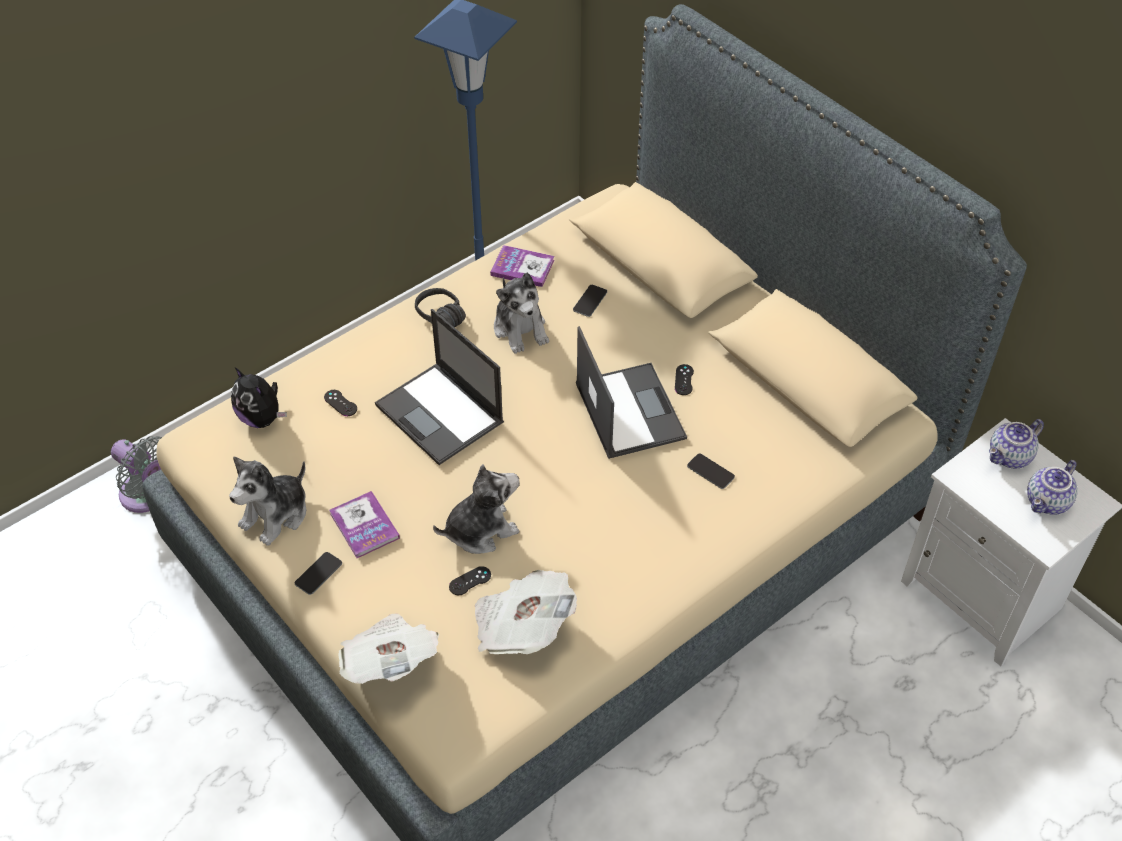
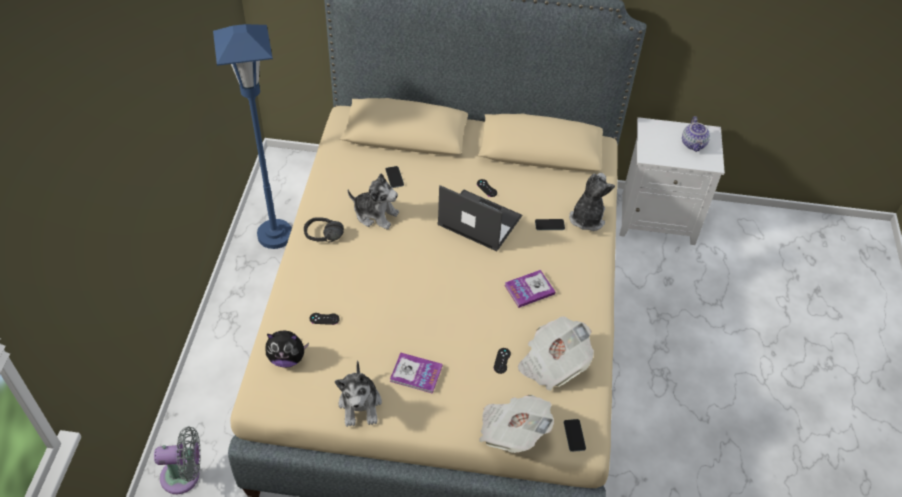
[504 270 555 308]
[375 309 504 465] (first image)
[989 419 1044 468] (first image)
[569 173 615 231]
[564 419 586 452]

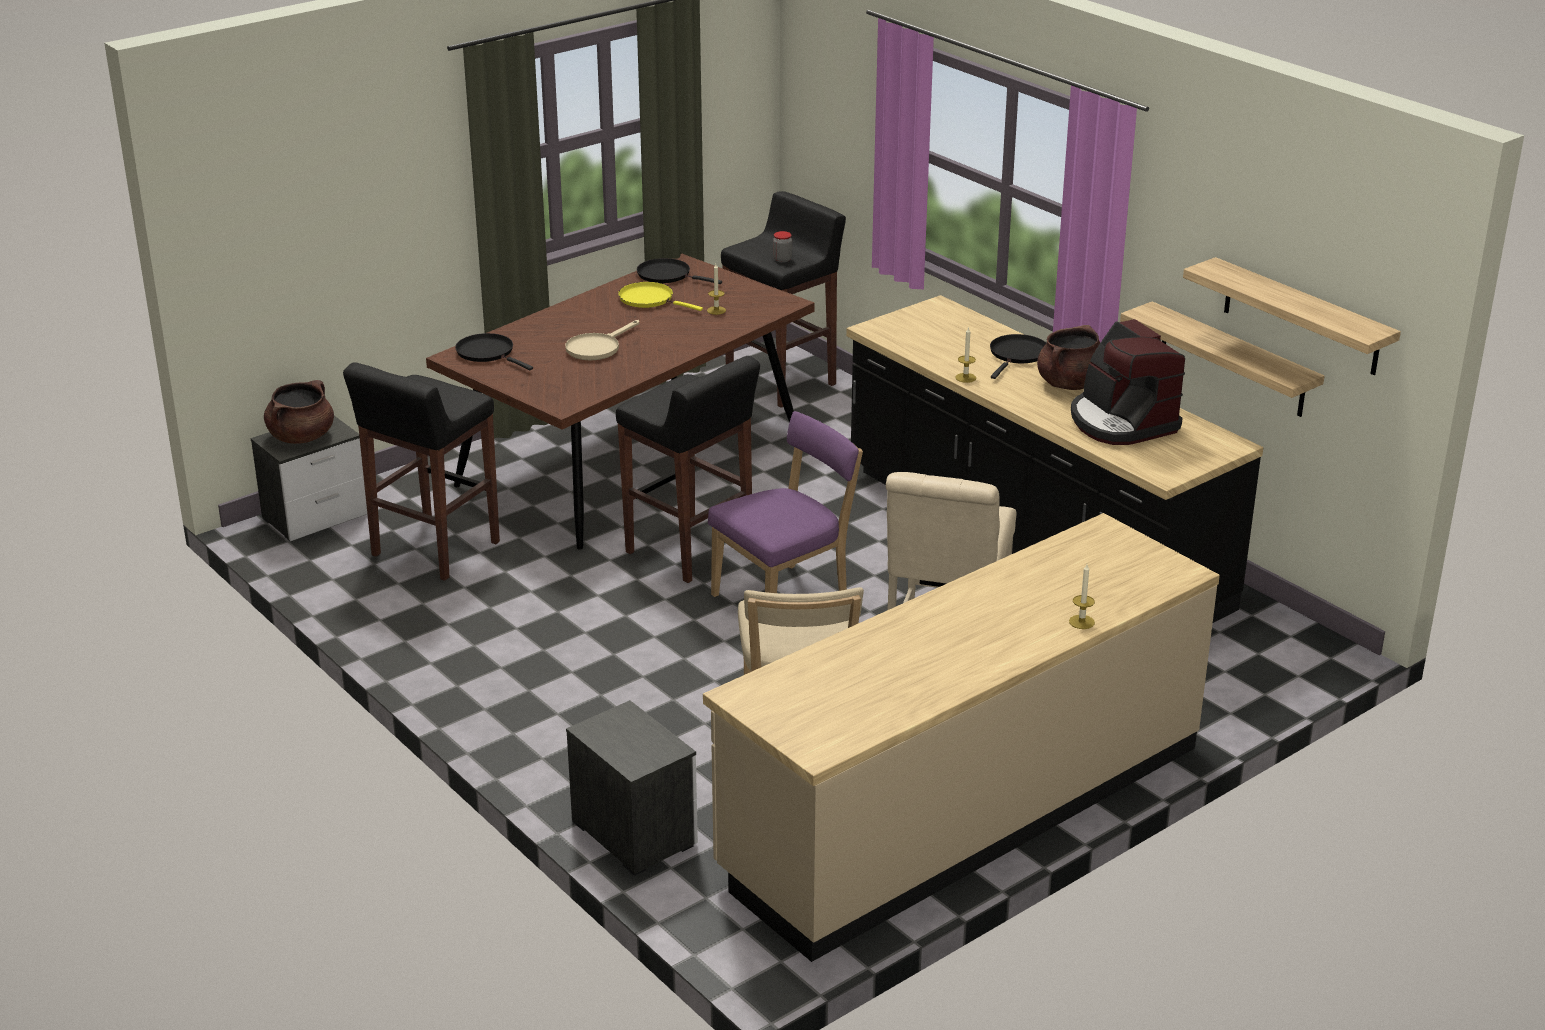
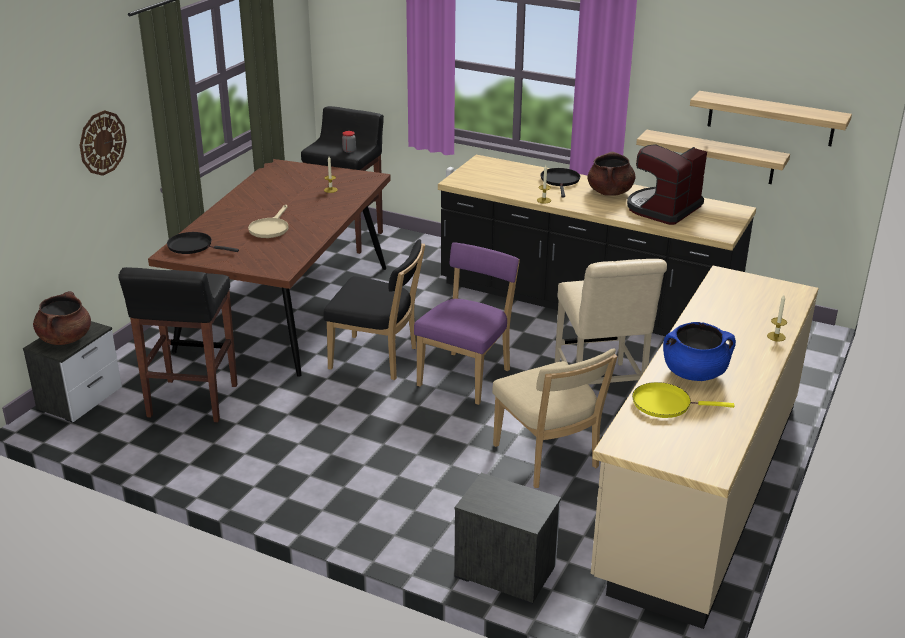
[637 258 722 284] (first image)
[632 382 734 418]
[627 145 707 225]
[323 239 425 380]
[79 110 127 176]
[663 322 736 381]

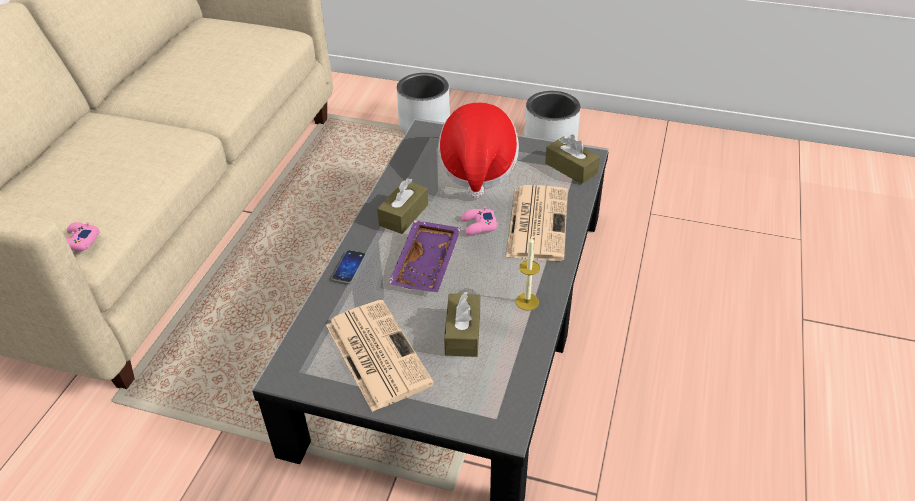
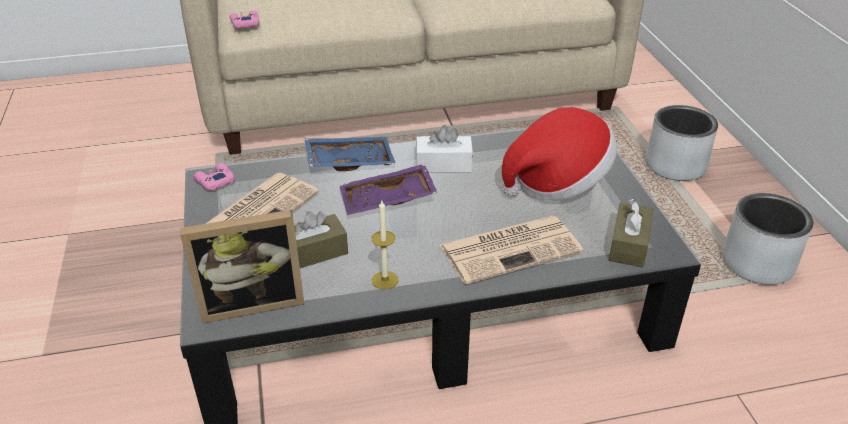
[416 125 473 172]
[193 163 235 191]
[304 137 396 171]
[180 210 304 324]

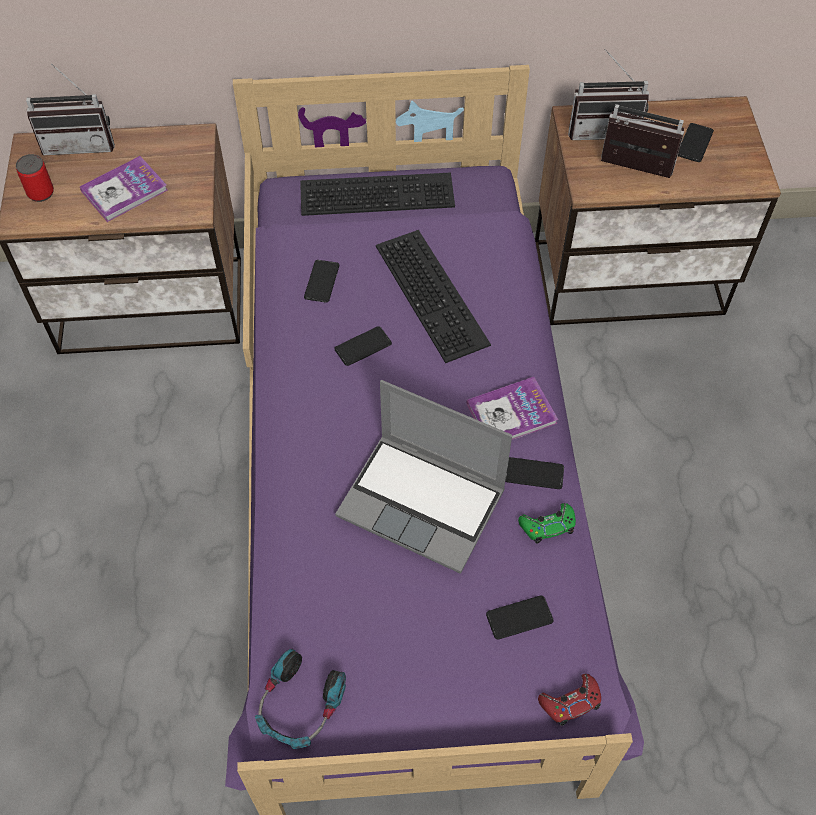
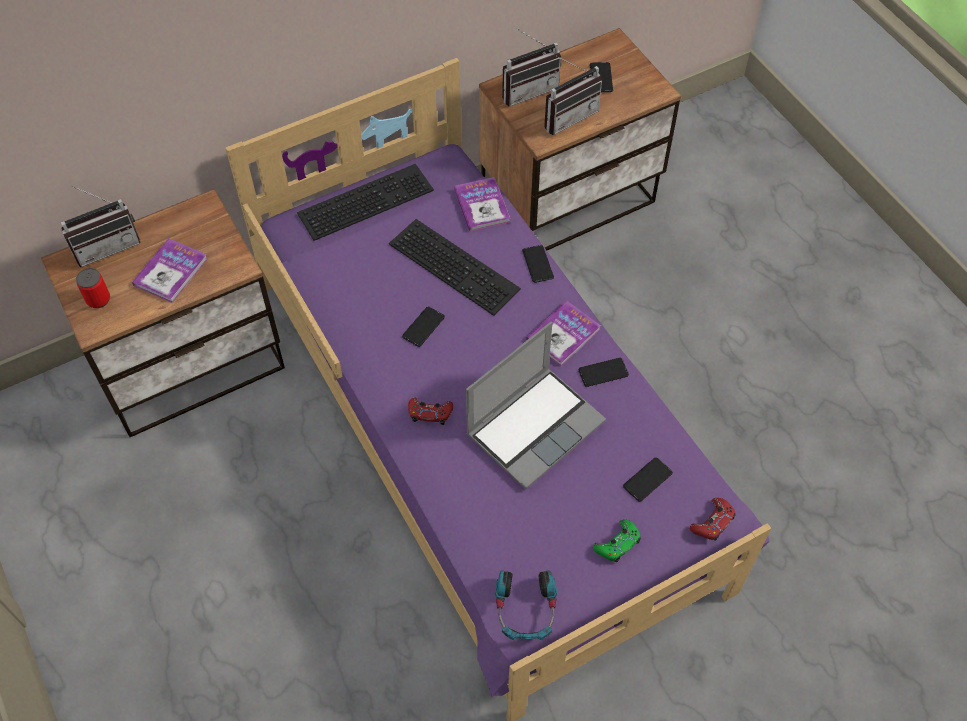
[544 56 602 135]
[522 245 554 283]
[466 322 606 490]
[593 519 641 562]
[454 177 510 232]
[408 398 453 425]

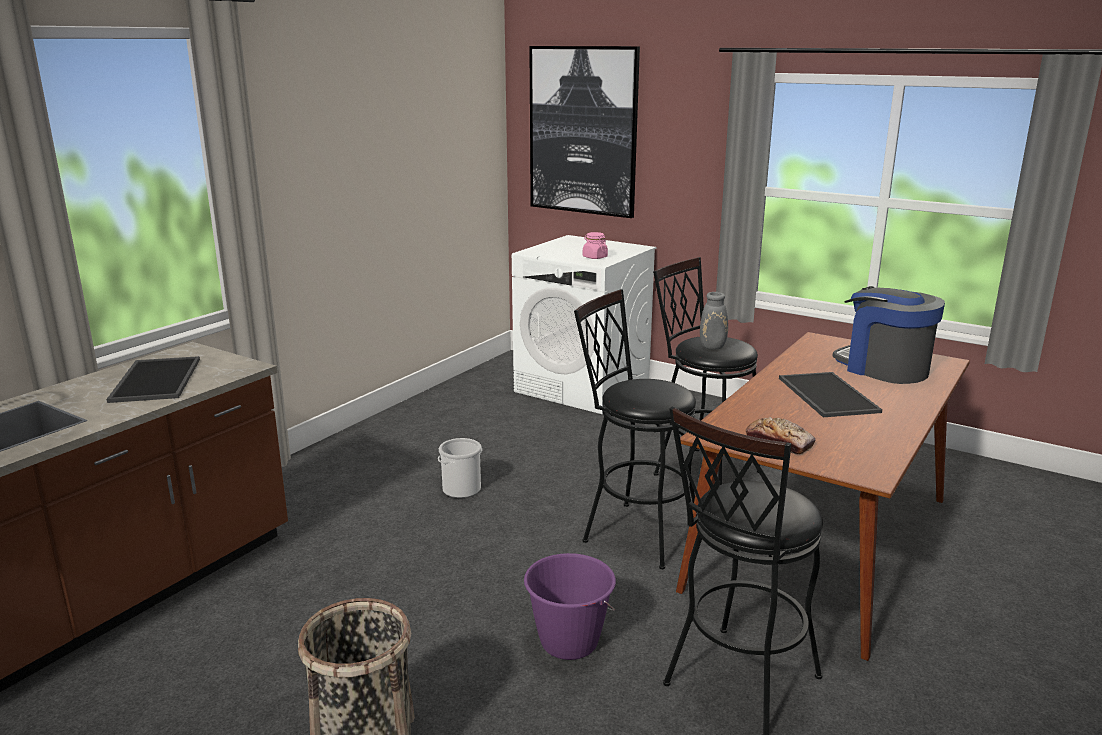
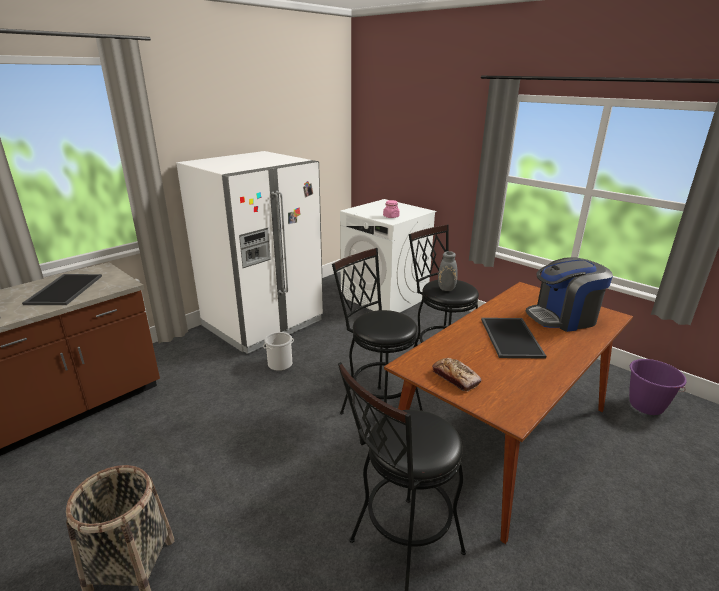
[529 46 640 218] (first image)
[526 257 613 332]
[629 359 687 415]
[176 151 323 354]

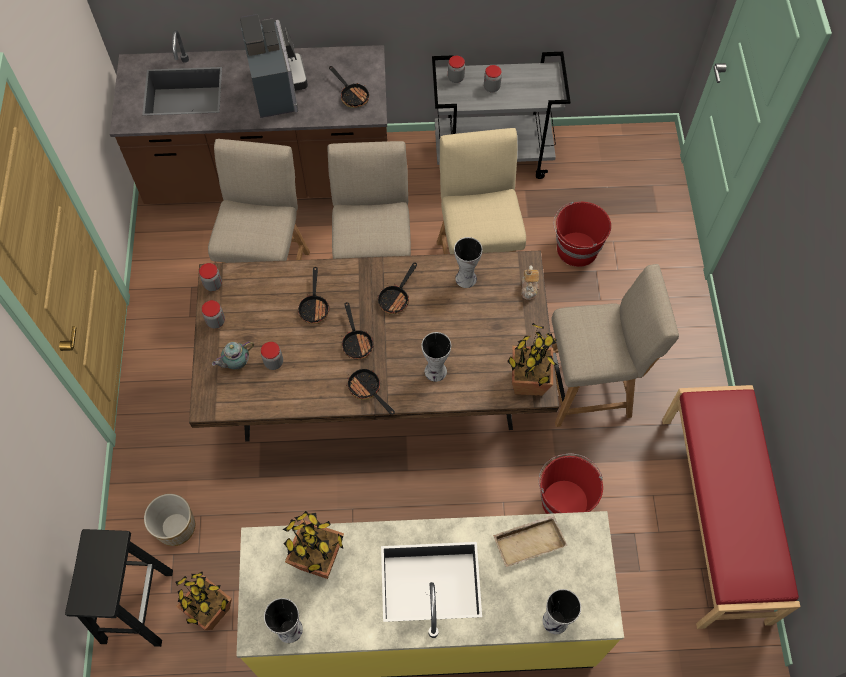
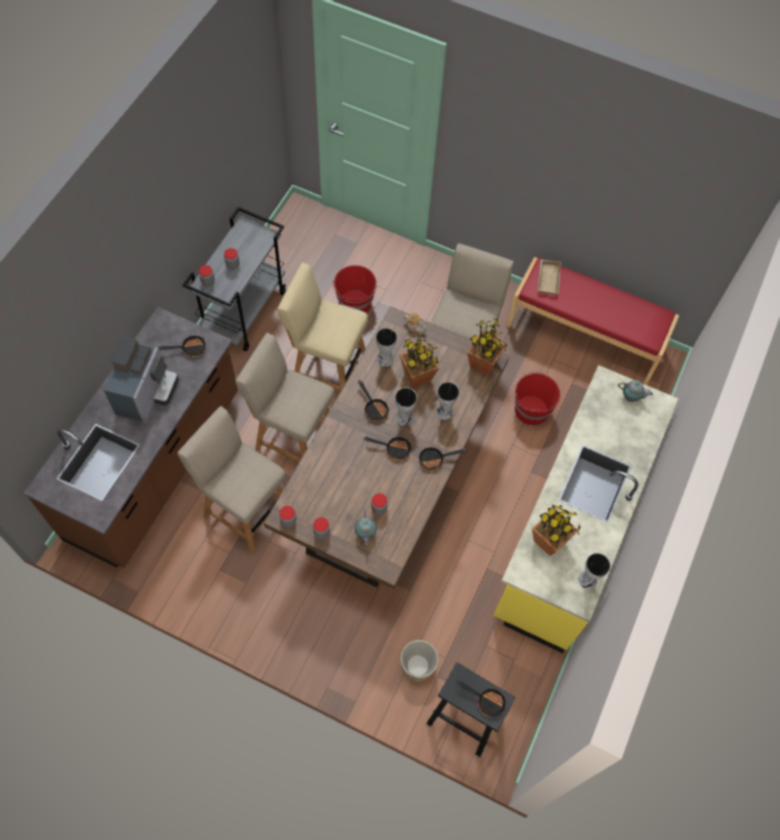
[104 336 179 423]
[456 680 507 717]
[538 260 561 295]
[400 332 439 388]
[395 387 417 426]
[618 380 653 402]

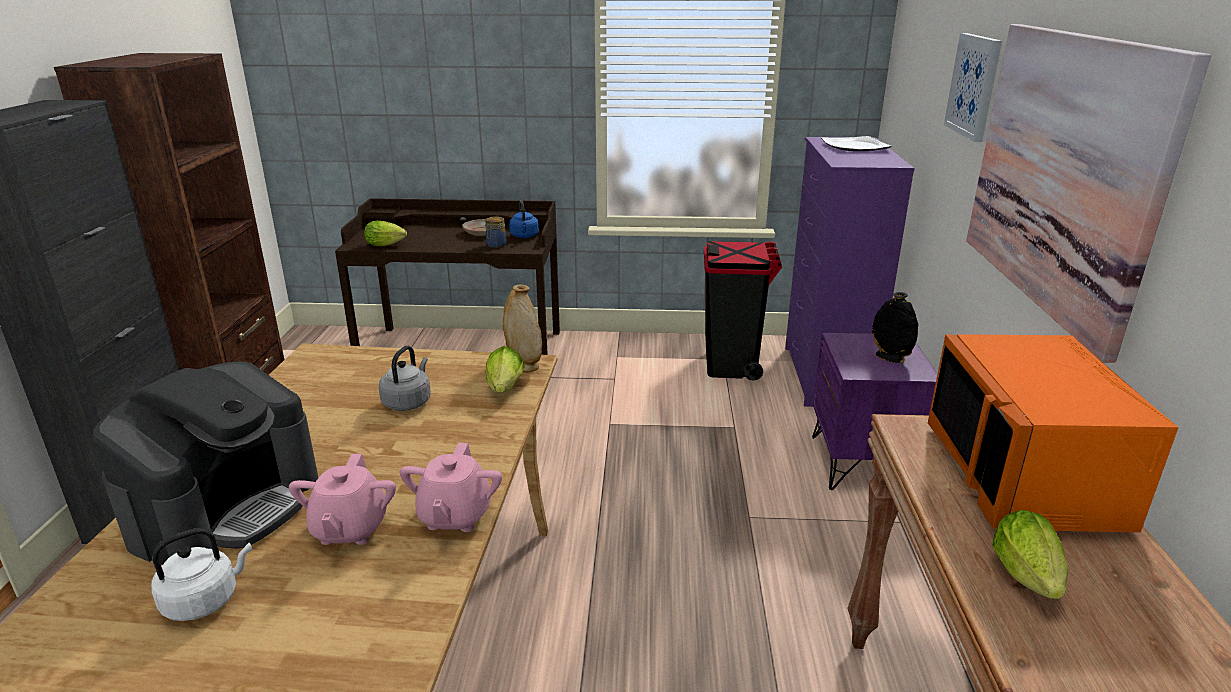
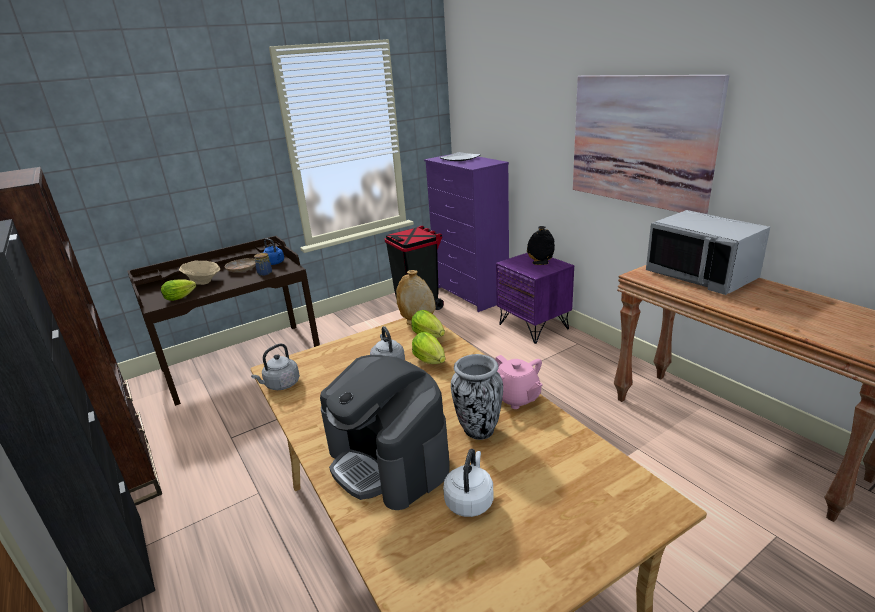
[944 33 1002 142] (first image)
[646 210 770 295]
[320 355 450 510]
[451 354 503 440]
[412 332 446 364]
[179 261 220 285]
[251 343 300 390]

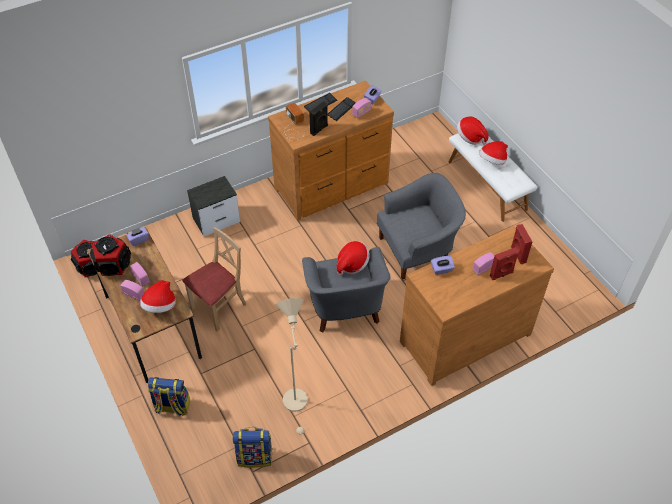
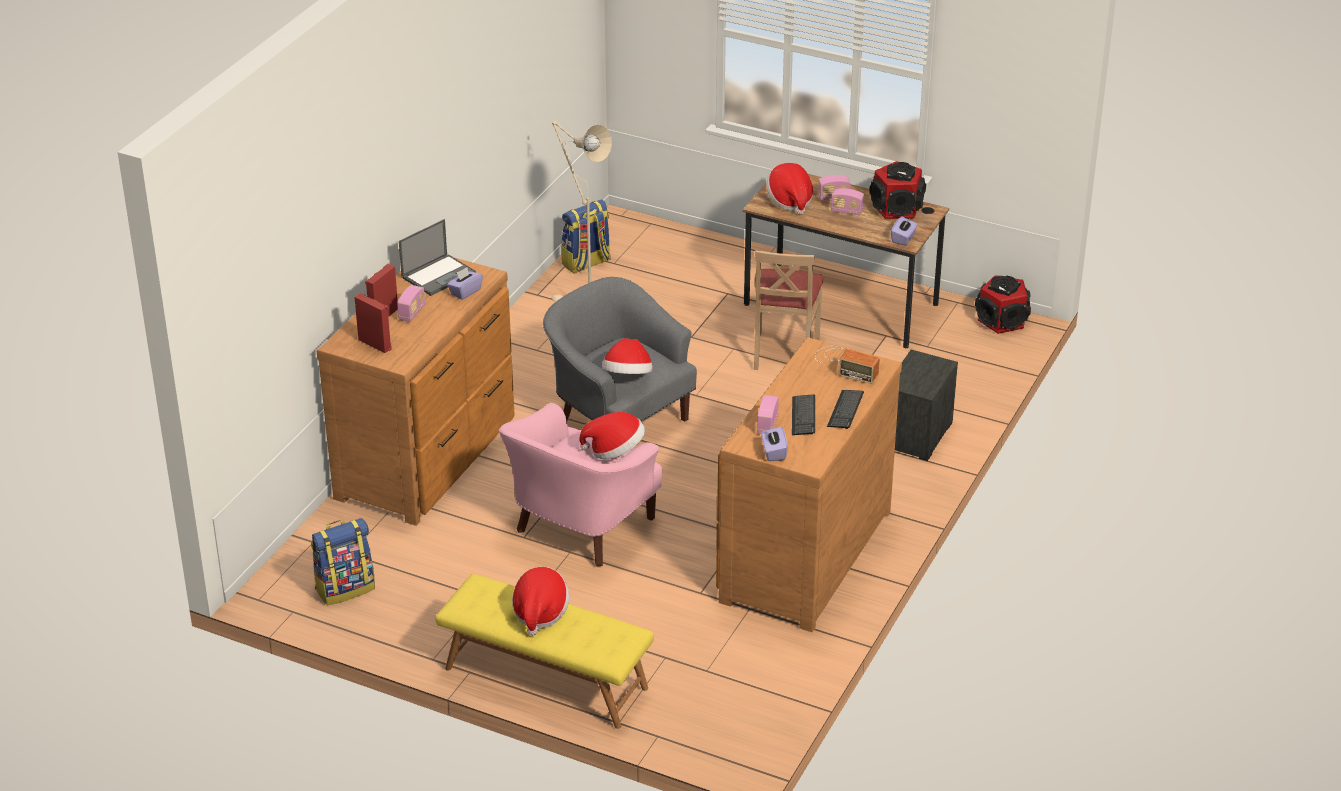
[309 101 328 136] (first image)
[579 412 645 459]
[435 574 654 729]
[499 403 662 567]
[311 518 375 605]
[399 219 476 296]

